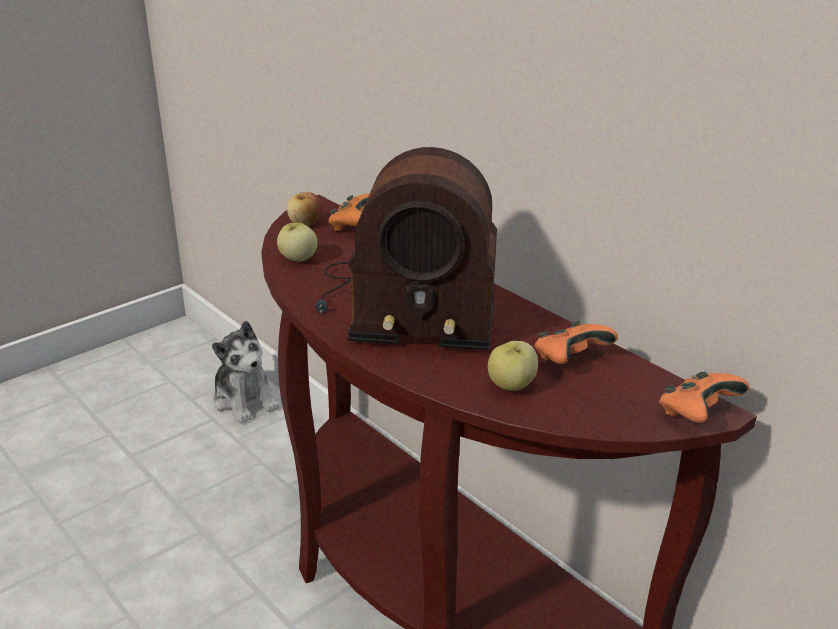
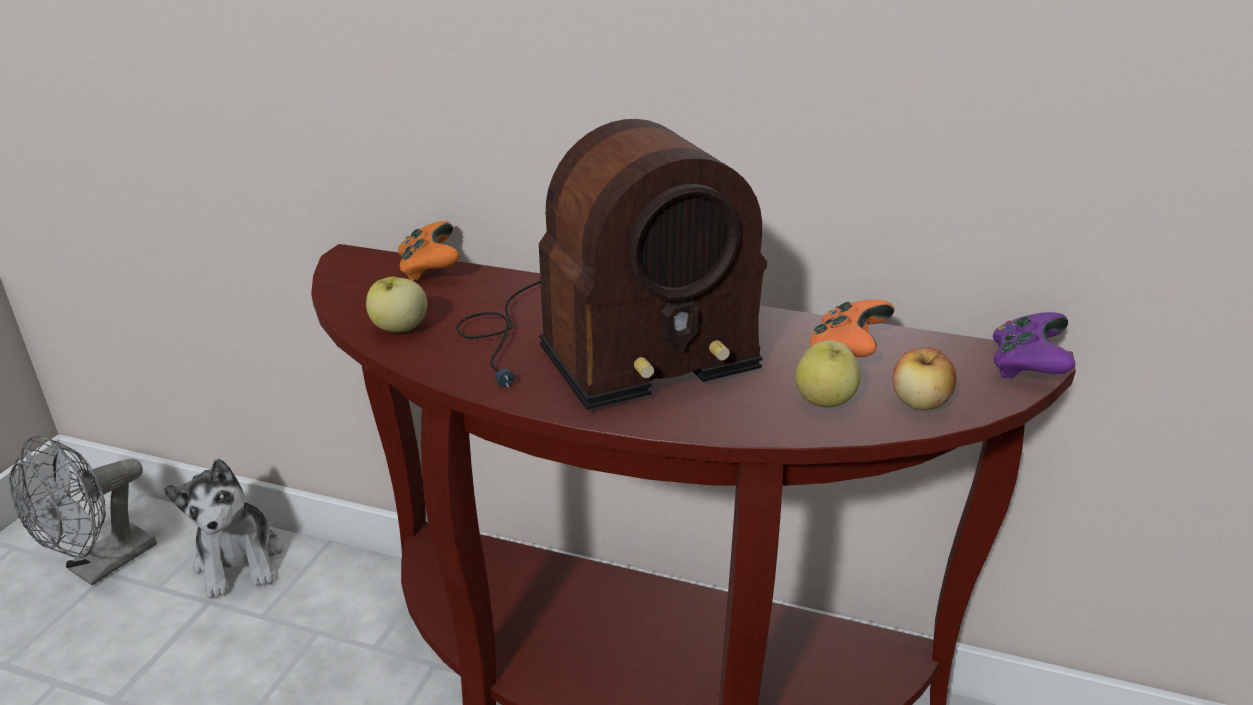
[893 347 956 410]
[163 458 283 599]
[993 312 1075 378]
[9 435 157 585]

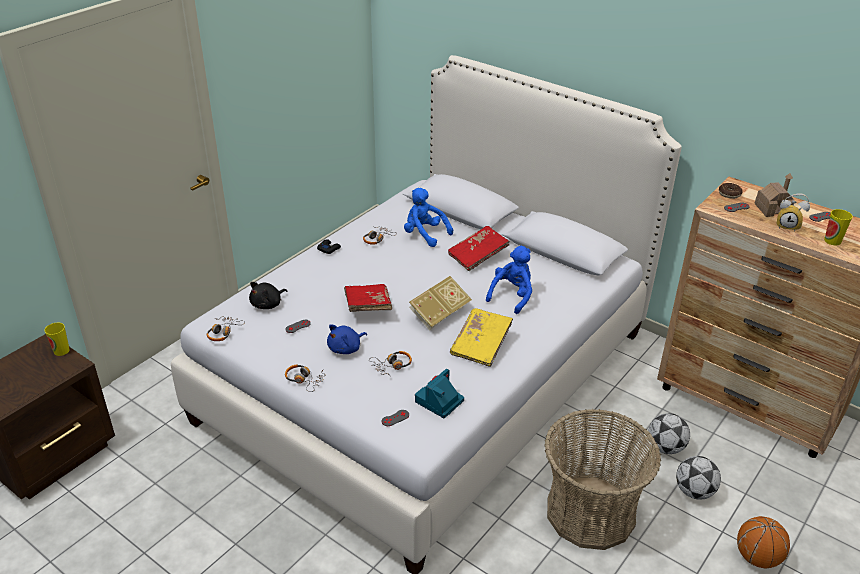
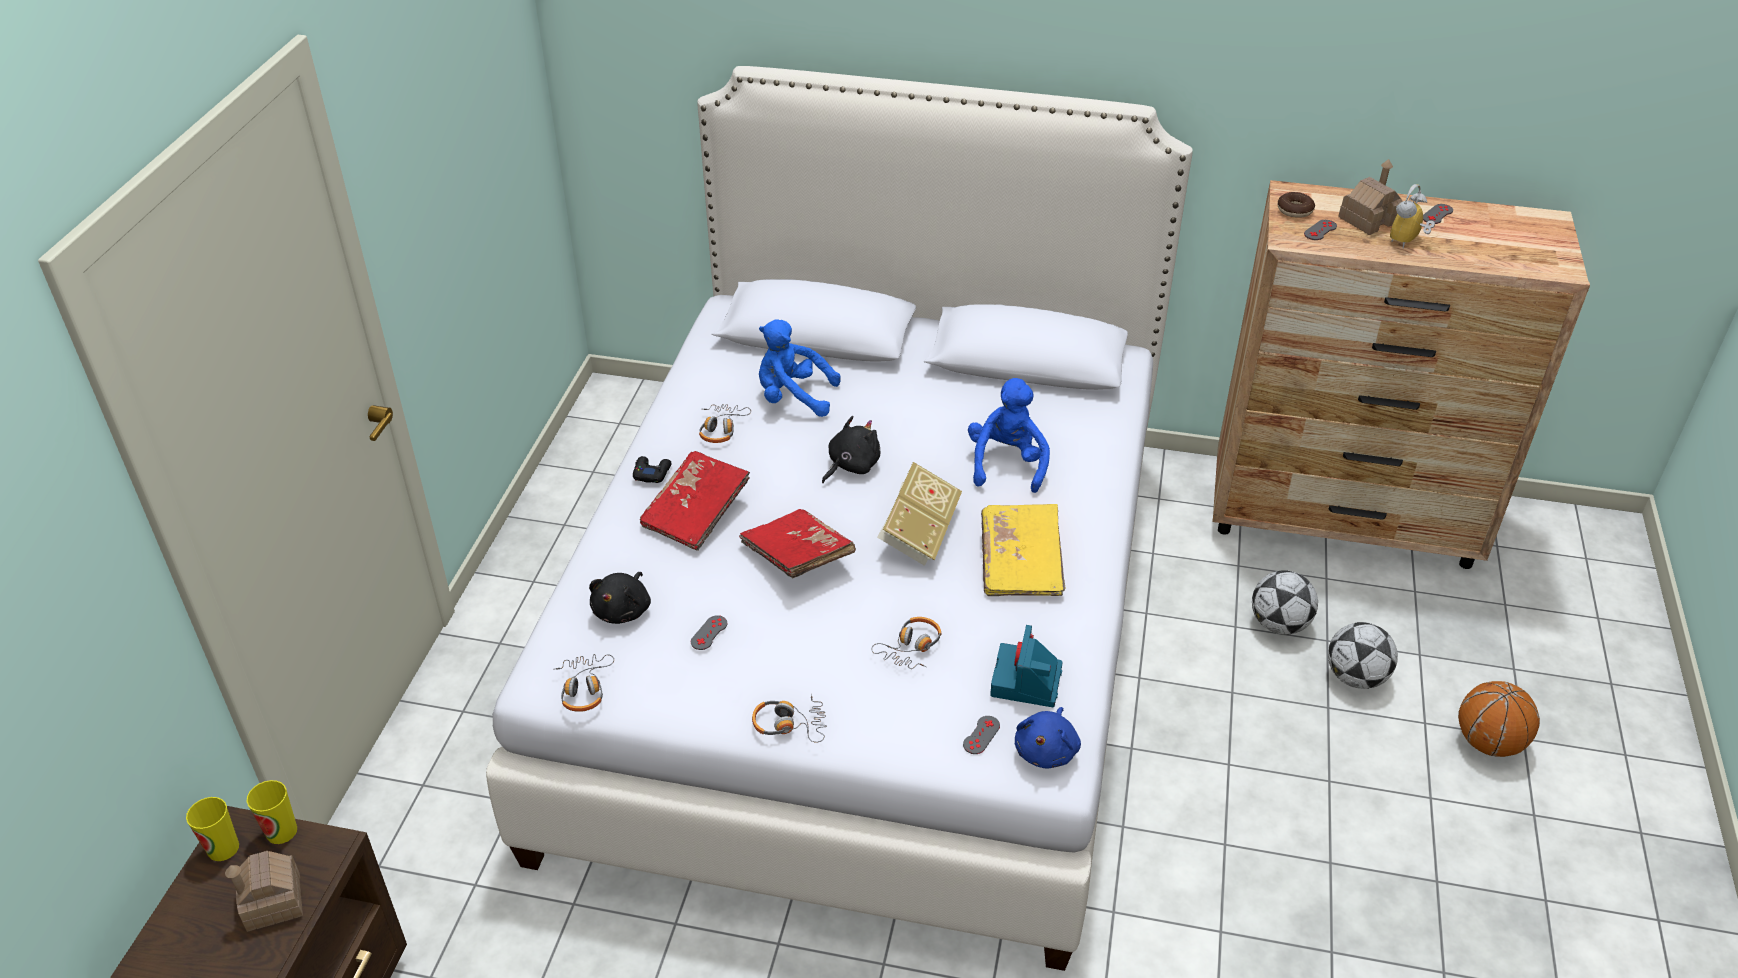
[1390 184 1435 248]
[186 797 239 861]
[640 451 750 551]
[1015 707 1081 769]
[545 409 661 550] (first image)
[822 416 880 483]
[225 851 303 932]

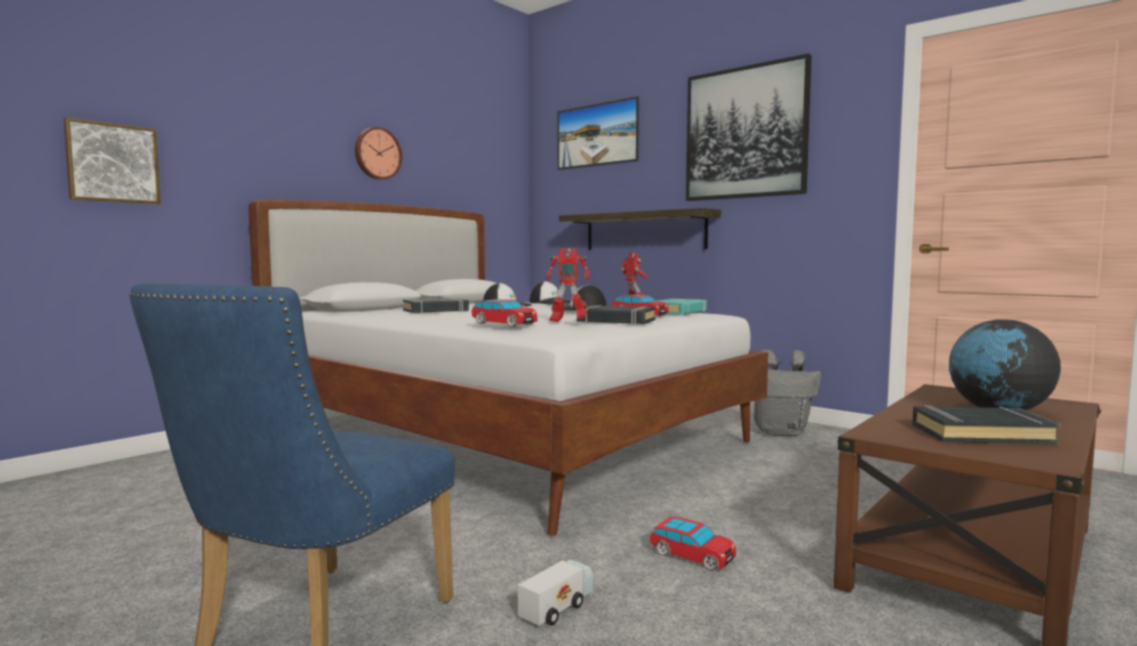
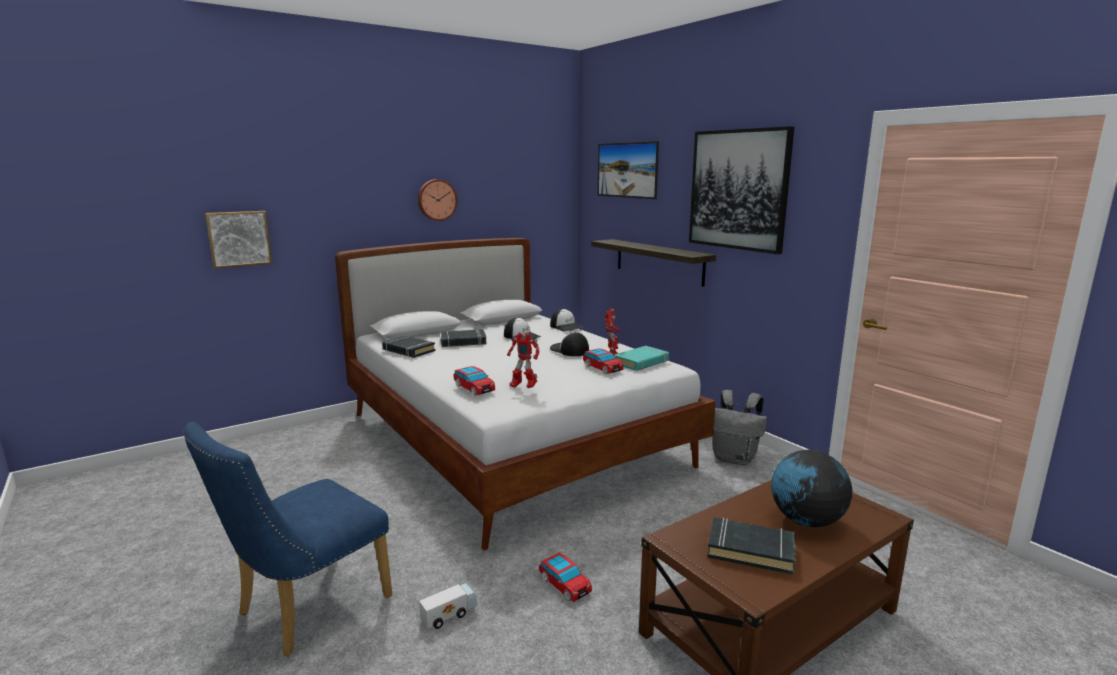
[382 335 435 358]

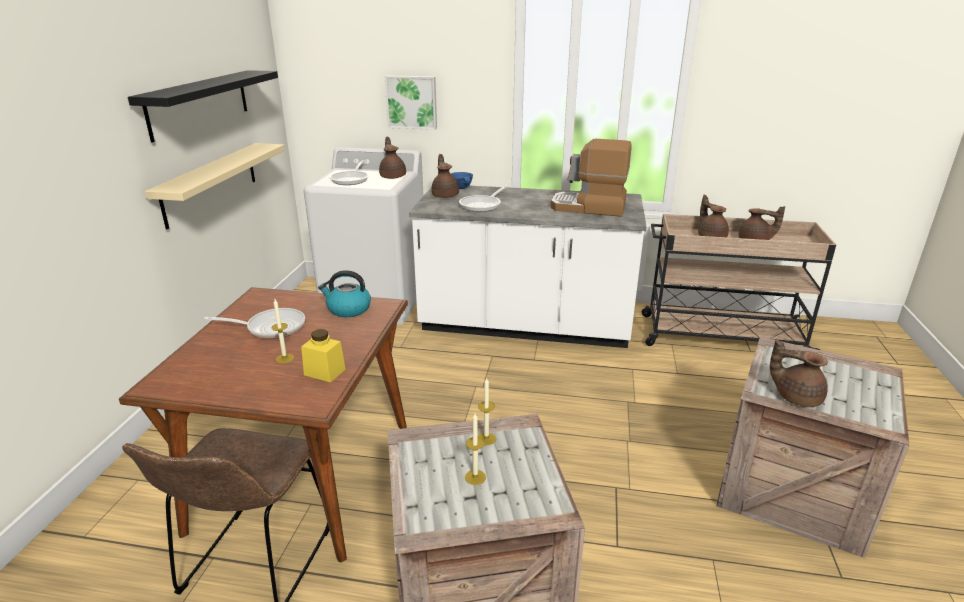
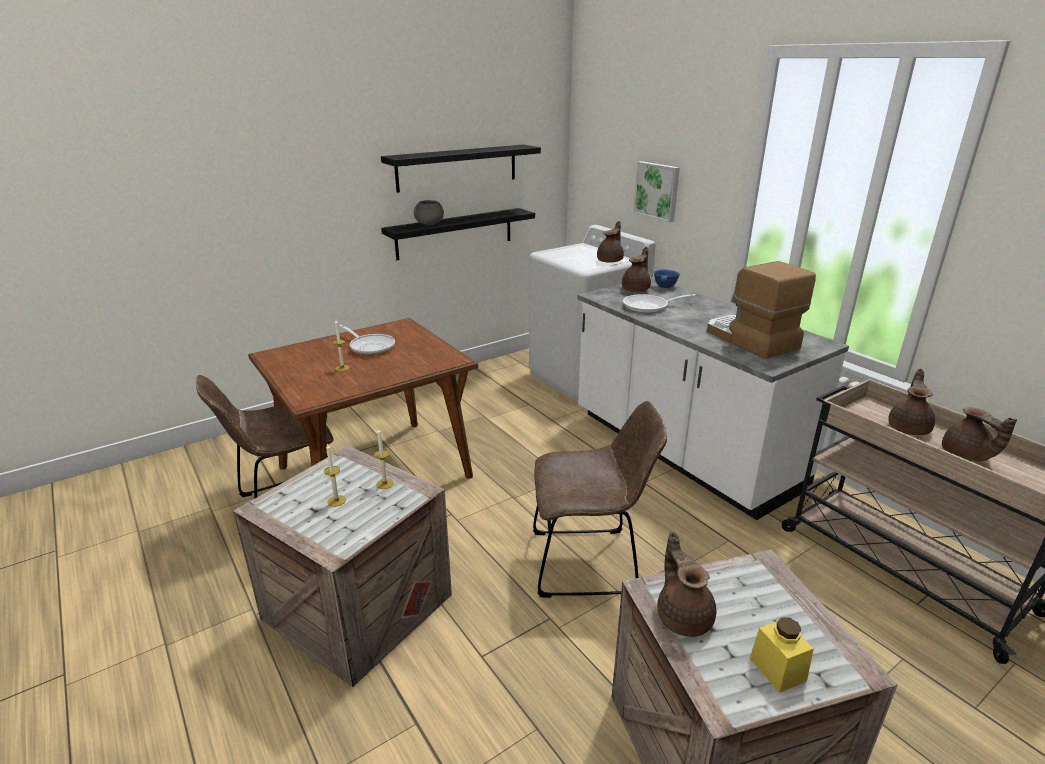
[381 208 535 260]
[329 160 369 185] (first image)
[318 270 371 317] (first image)
[750 618 814 693]
[414 200 444 225]
[533 401 667 598]

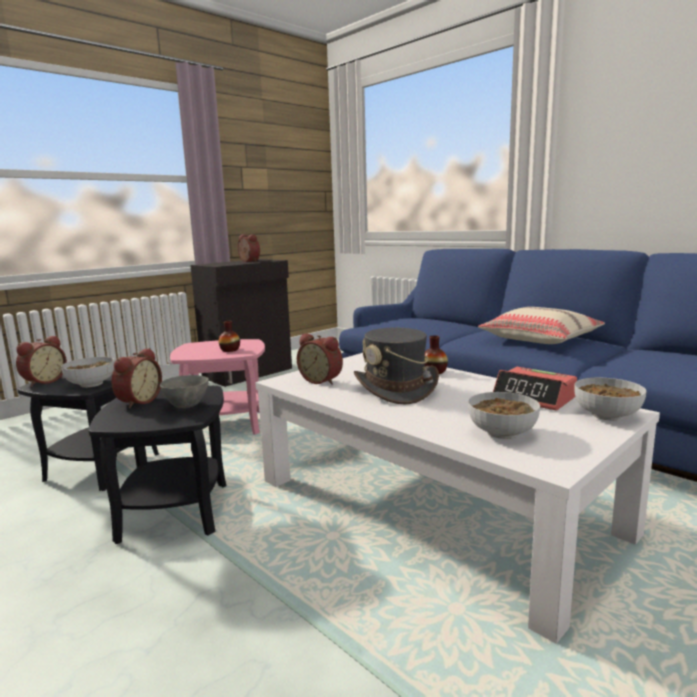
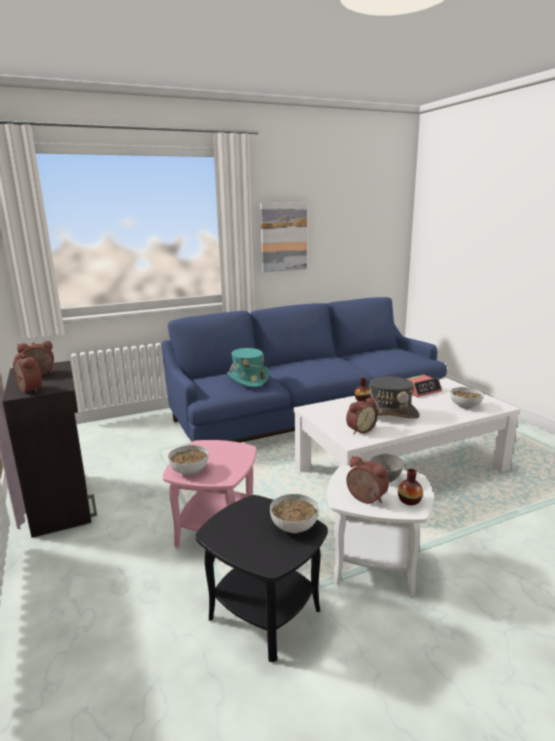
[478 307 605 344] (first image)
[398 469 423 505]
[13 353 42 393]
[168 445 209 475]
[327 466 433 597]
[260 203 307 272]
[226 348 269 387]

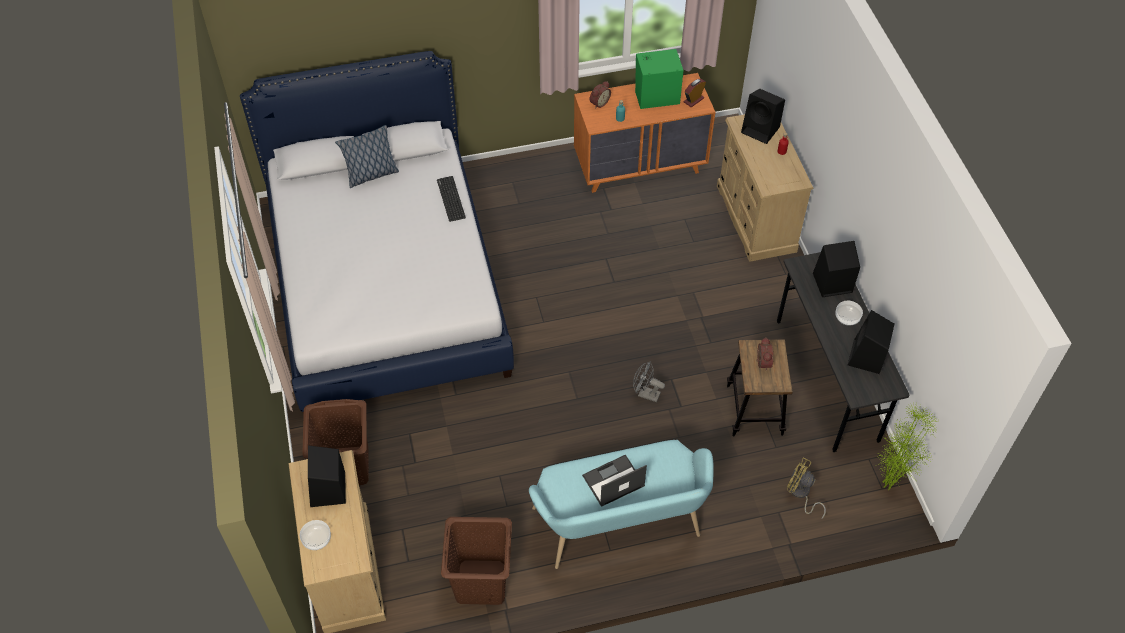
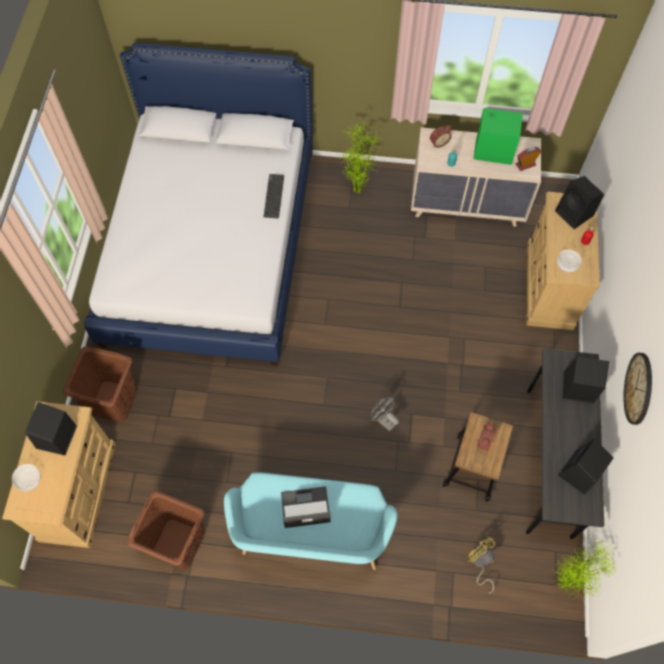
[411 127 541 227]
[335 125 399 188] (first image)
[557 249 582 272]
[341 121 382 194]
[623 353 652 425]

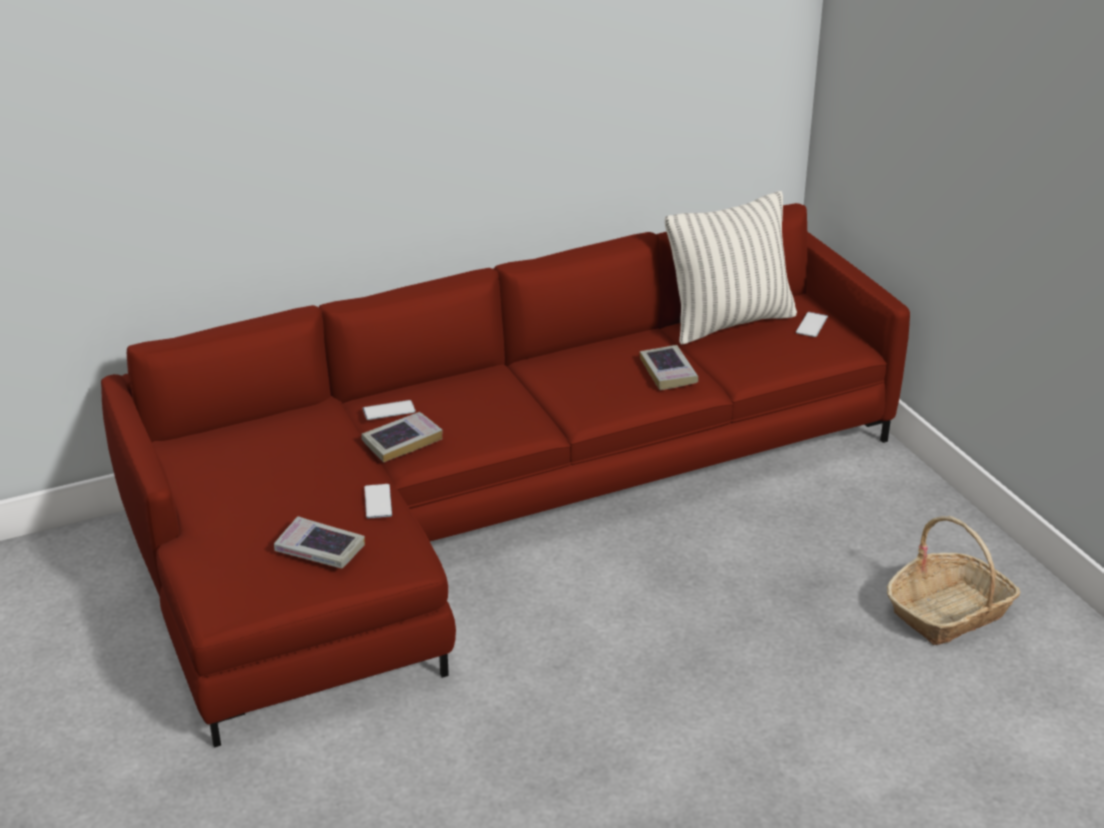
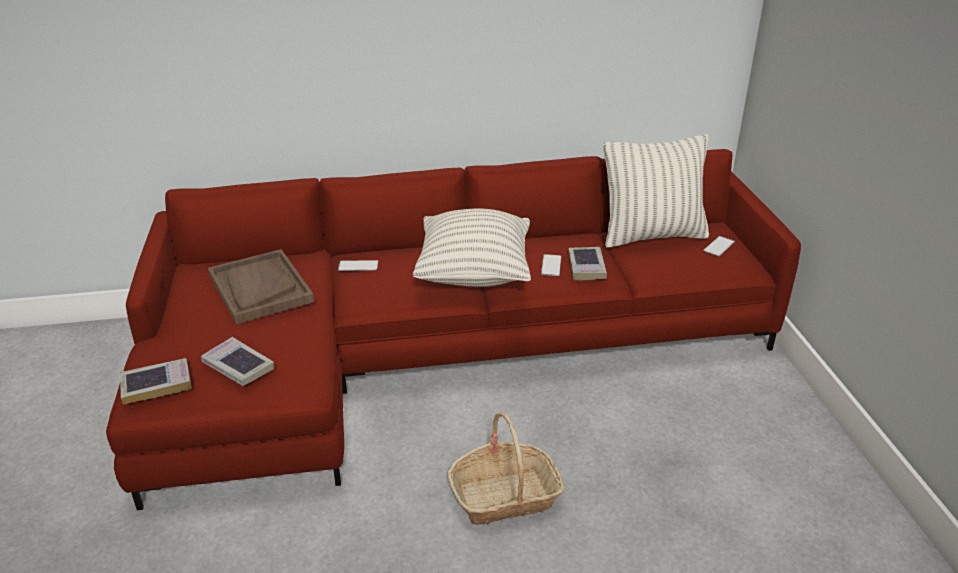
[120 358 192 404]
[541 254 561 276]
[448 412 565 525]
[413 208 531 287]
[208 249 314 324]

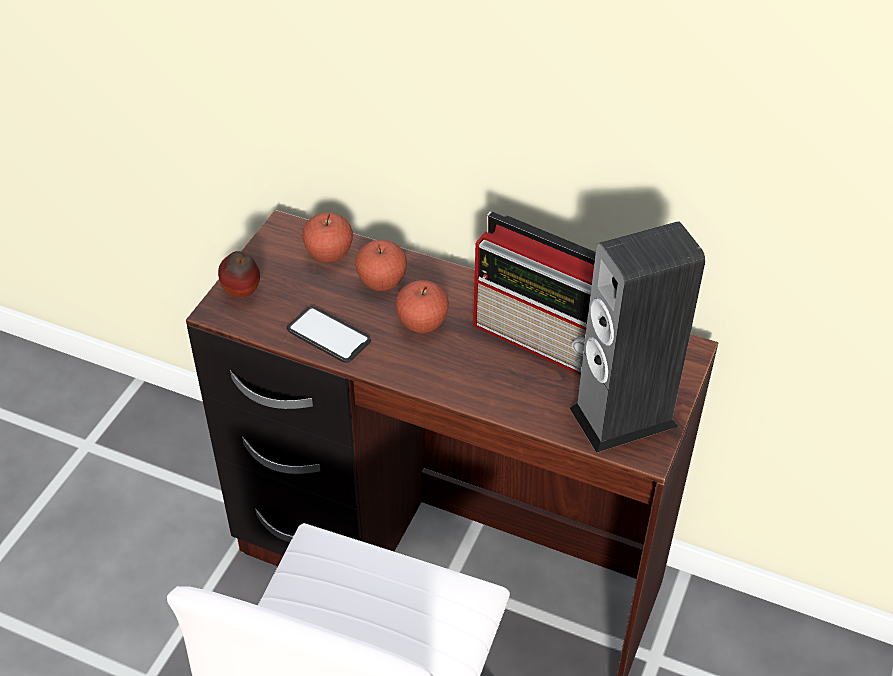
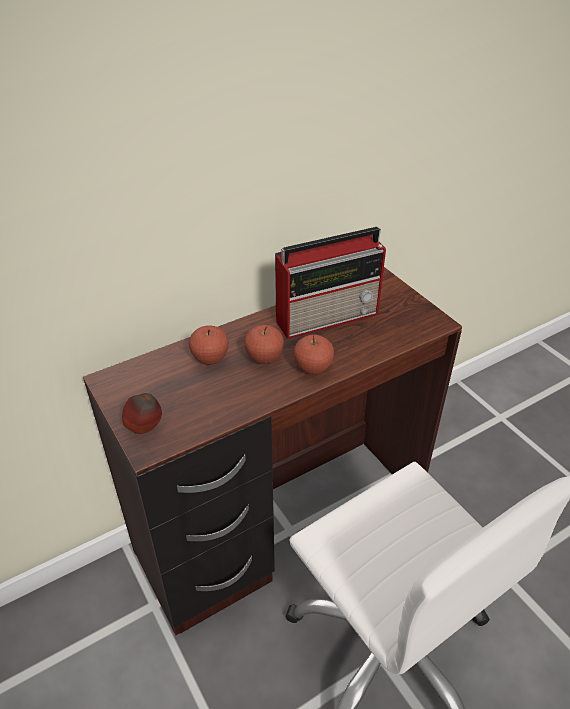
[294 335 334 374]
[570 221 705 453] (first image)
[287 306 371 363] (first image)

